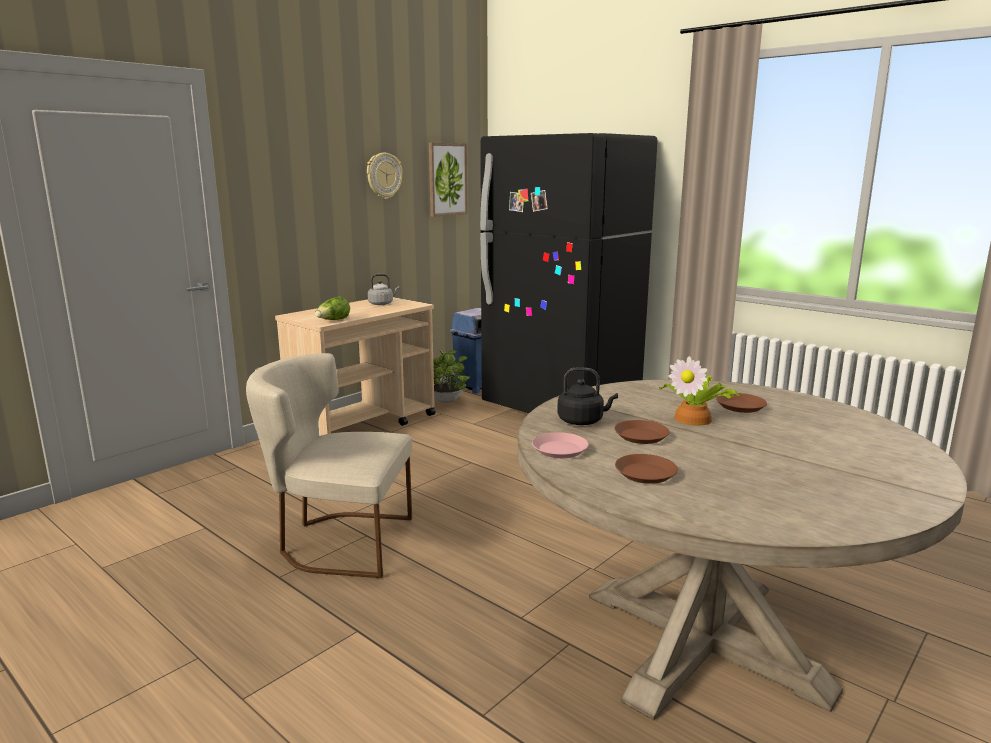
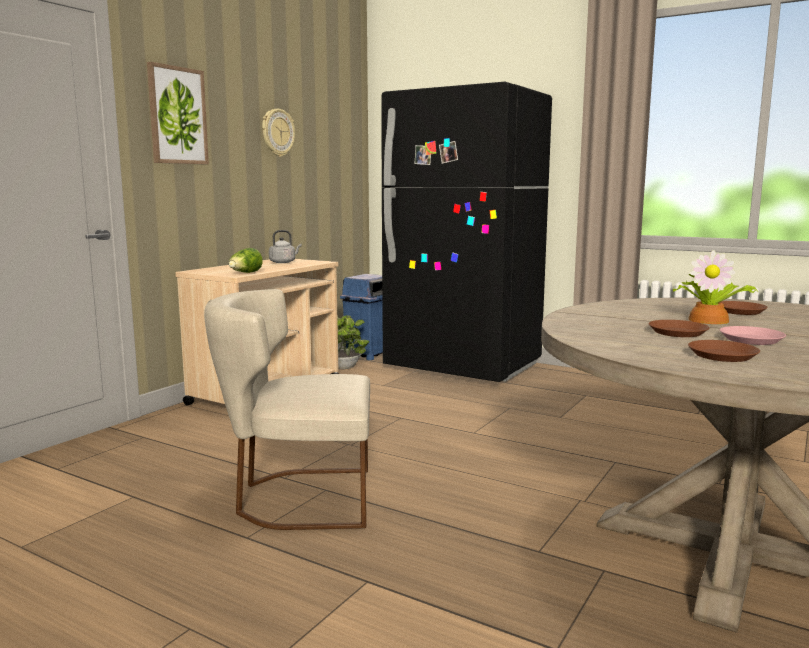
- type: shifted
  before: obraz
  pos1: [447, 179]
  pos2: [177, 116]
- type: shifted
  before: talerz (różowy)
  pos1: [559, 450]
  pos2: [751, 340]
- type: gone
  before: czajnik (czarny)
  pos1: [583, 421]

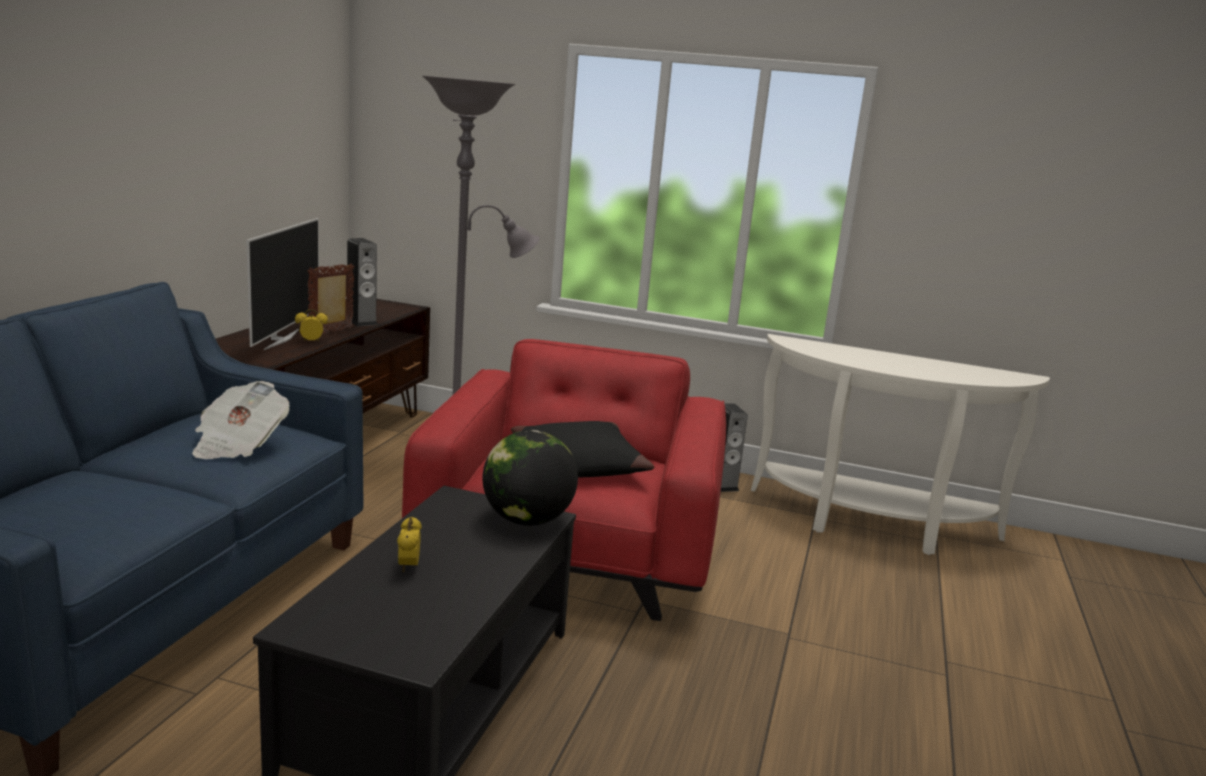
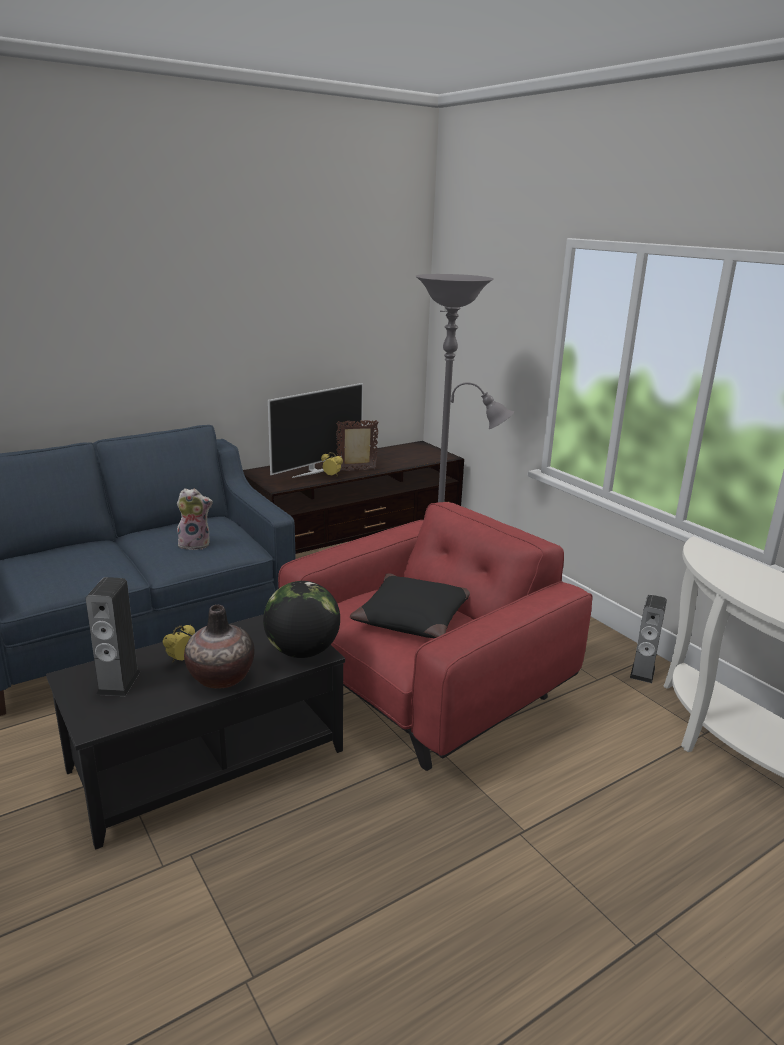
- type: shifted
  before: głośnik
  pos1: [361, 321]
  pos2: [118, 682]
- type: swapped
  before: gazeta
  after: pluszak
  pos1: [238, 445]
  pos2: [195, 544]
- type: new
  after: wazon
  pos2: [221, 677]

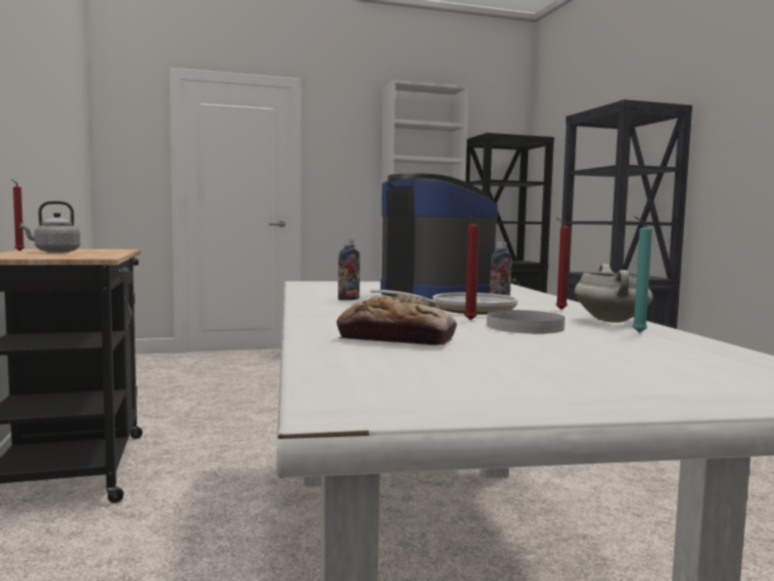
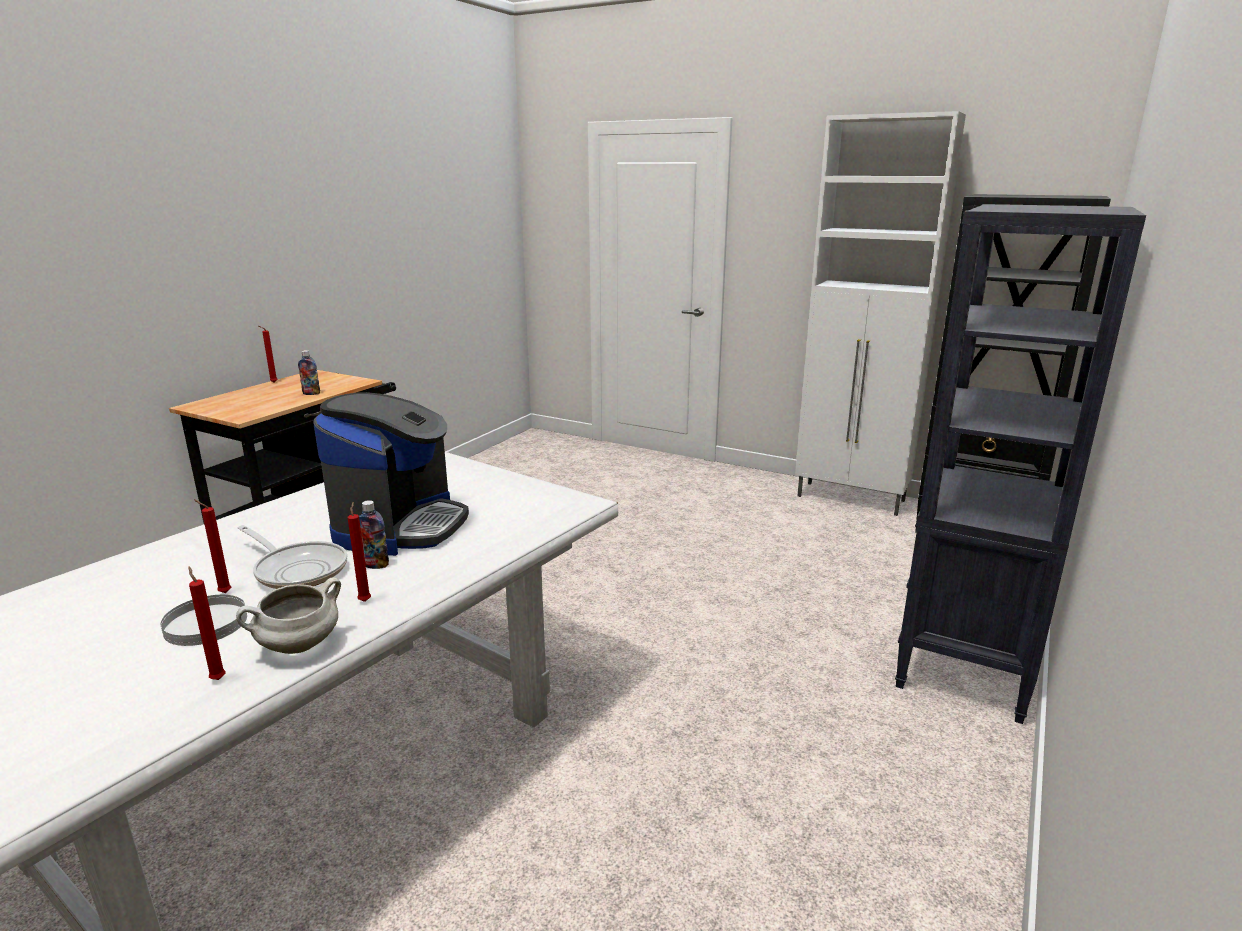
- type: repainted
  before: świeca (turkusowy)
  after: świeca (czerwony)
  pos1: [636, 333]
  pos2: [217, 678]
- type: shifted
  before: butelka
  pos1: [348, 299]
  pos2: [311, 393]
- type: gone
  before: czajnik (szary)
  pos1: [55, 252]
- type: gone
  before: chleb
  pos1: [397, 339]

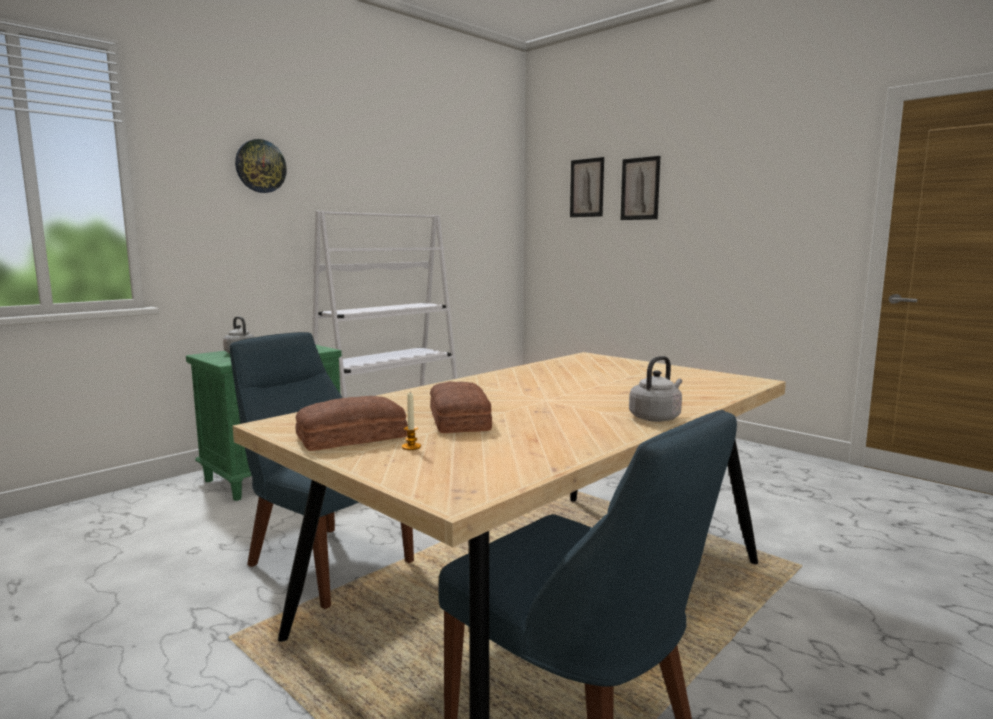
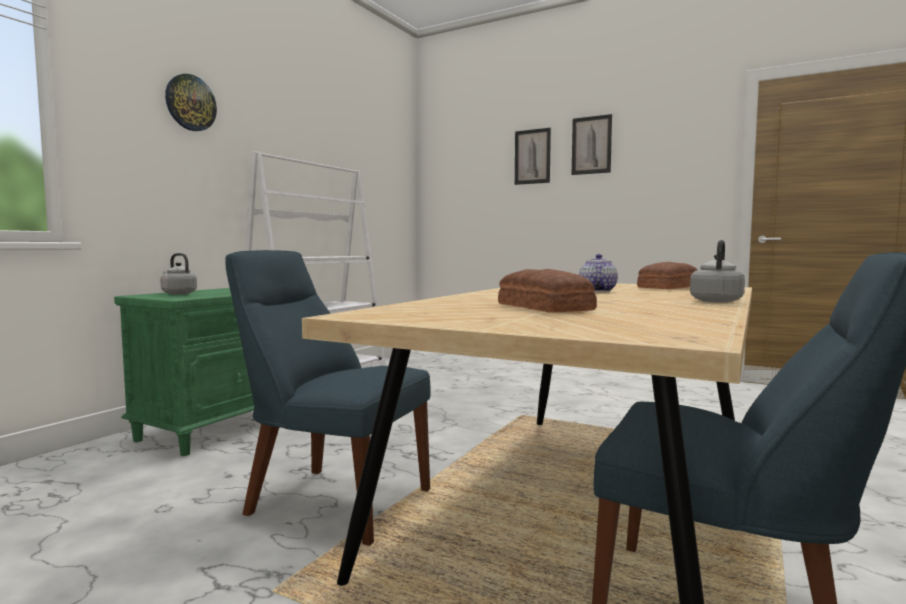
- type: shifted
  before: obraz
  pos1: [587, 188]
  pos2: [591, 145]
- type: new
  after: imbryk
  pos2: [597, 291]
- type: shifted
  before: chleb
  pos1: [350, 437]
  pos2: [666, 287]
- type: gone
  before: świeca
  pos1: [411, 447]

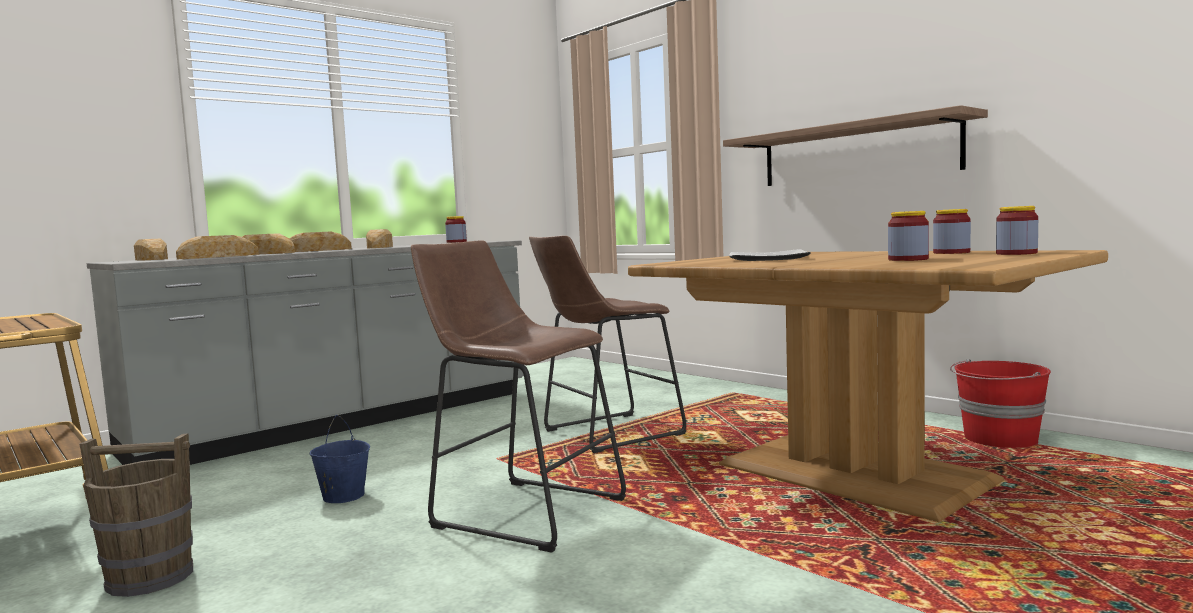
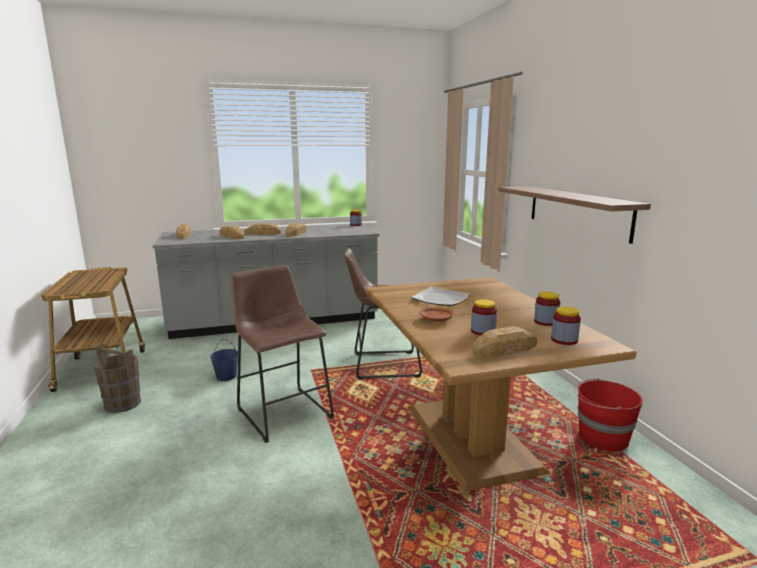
- type: new
  after: talerz (brązowy)
  pos2: [436, 319]
- type: shifted
  before: chleb
  pos1: [218, 257]
  pos2: [505, 349]

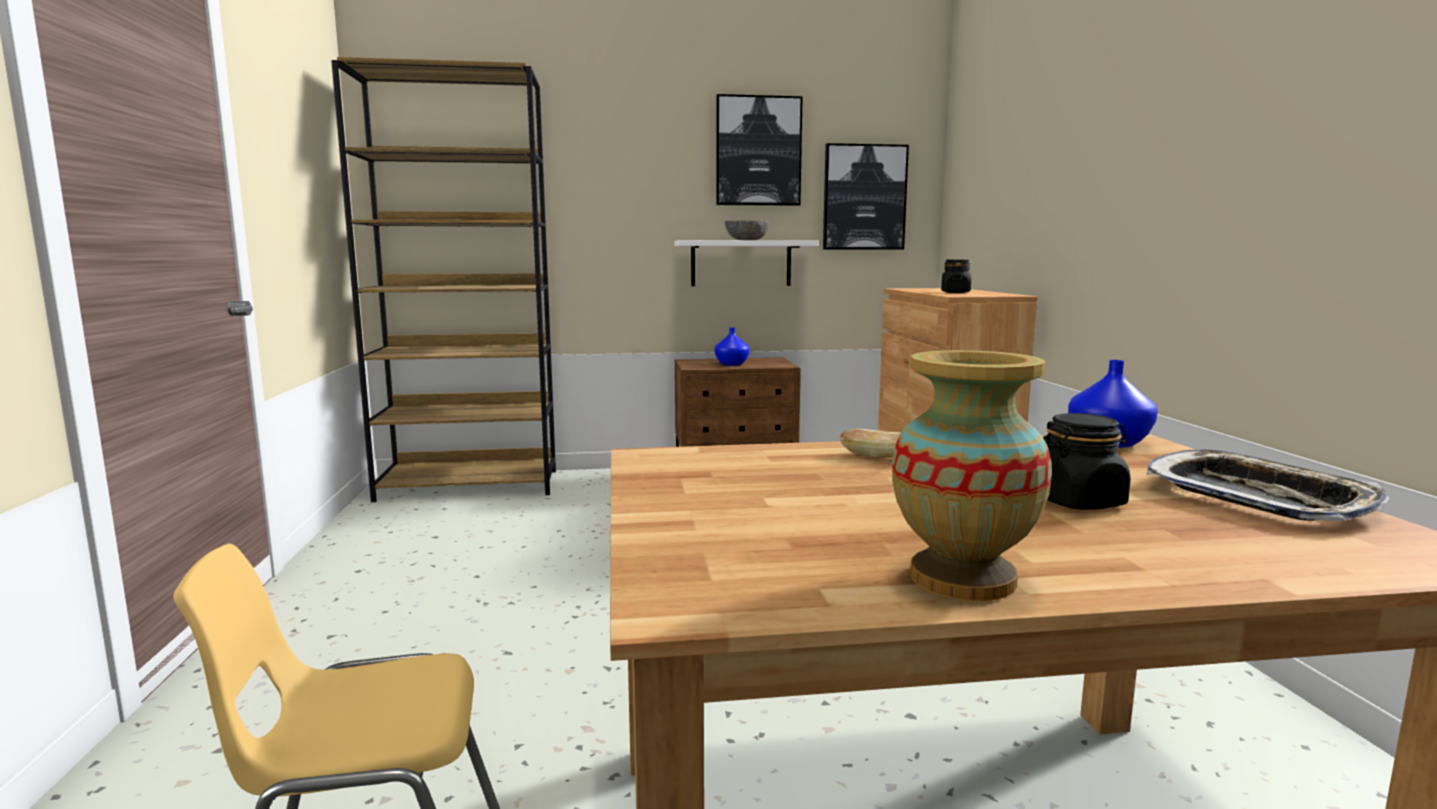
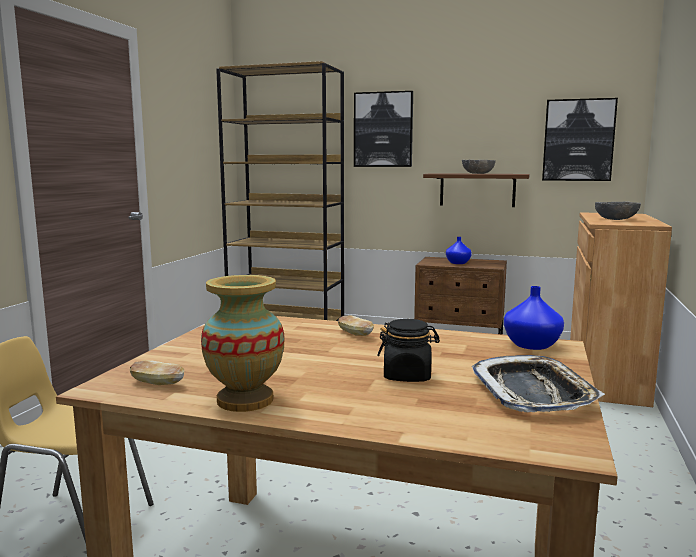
- type: new
  after: chleb
  pos2: [157, 384]
- type: shifted
  before: obraz
  pos1: [758, 151]
  pos2: [383, 129]
- type: repainted
  before: półka (biały)
  after: półka (brązowy)
  pos1: [741, 263]
  pos2: [477, 190]
- type: swapped
  before: słoik (czarny)
  after: miska (szary)
  pos1: [955, 292]
  pos2: [616, 219]

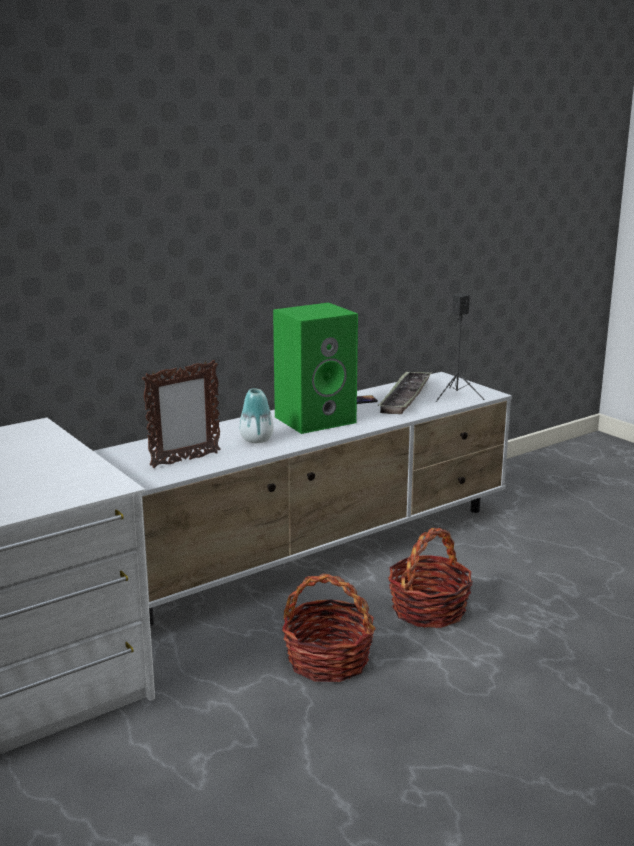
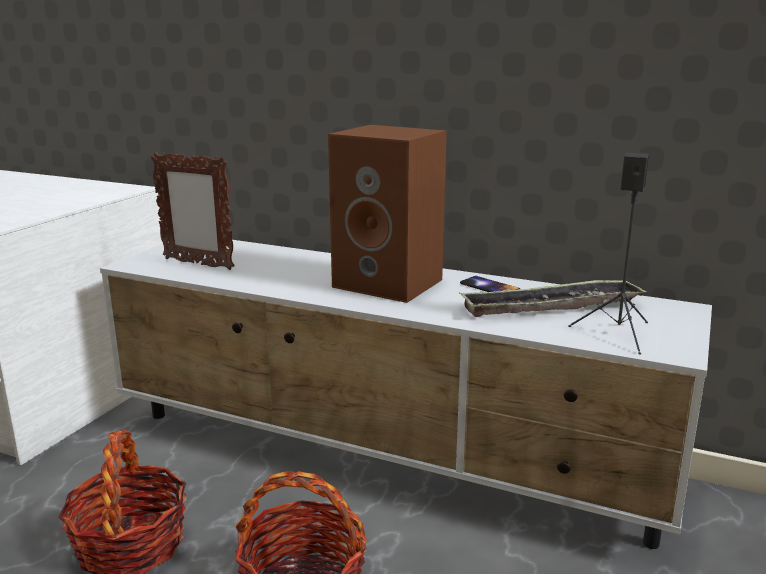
- type: repainted
  before: głośnik (zielony)
  after: głośnik (brązowy)
  pos1: [316, 419]
  pos2: [391, 283]
- type: gone
  before: wazon
  pos1: [256, 440]

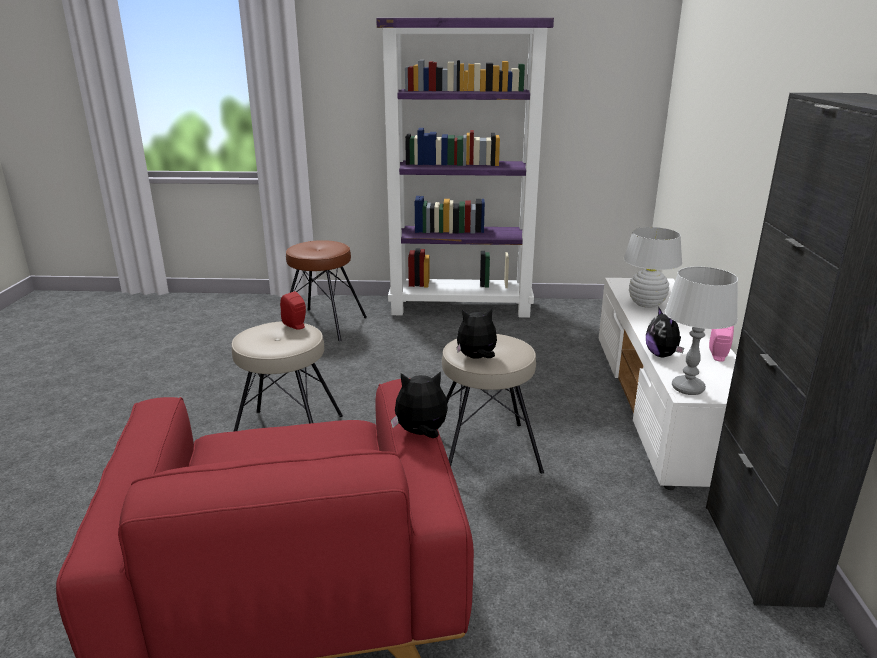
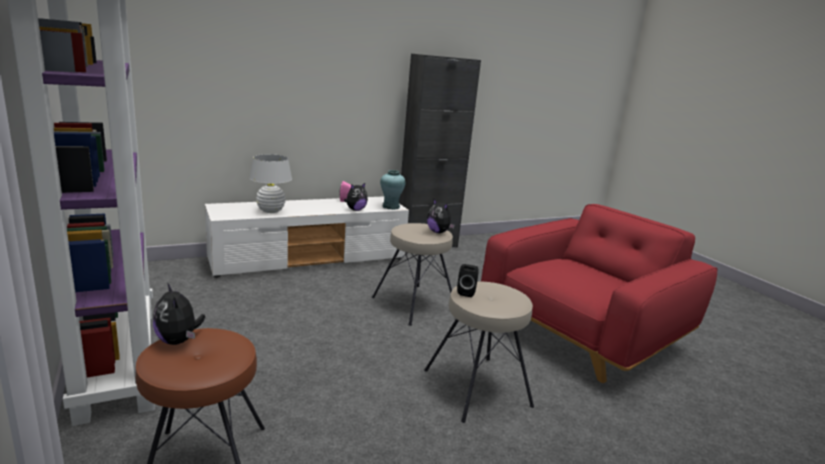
- type: shifted
  before: pluszak
  pos1: [421, 433]
  pos2: [179, 341]
- type: swapped
  before: lampa stołowa (szary)
  after: wazon (turkusowy)
  pos1: [688, 388]
  pos2: [391, 207]
- type: repainted
  before: głośnik (czerwony)
  after: głośnik (czarny)
  pos1: [296, 326]
  pos2: [466, 292]

